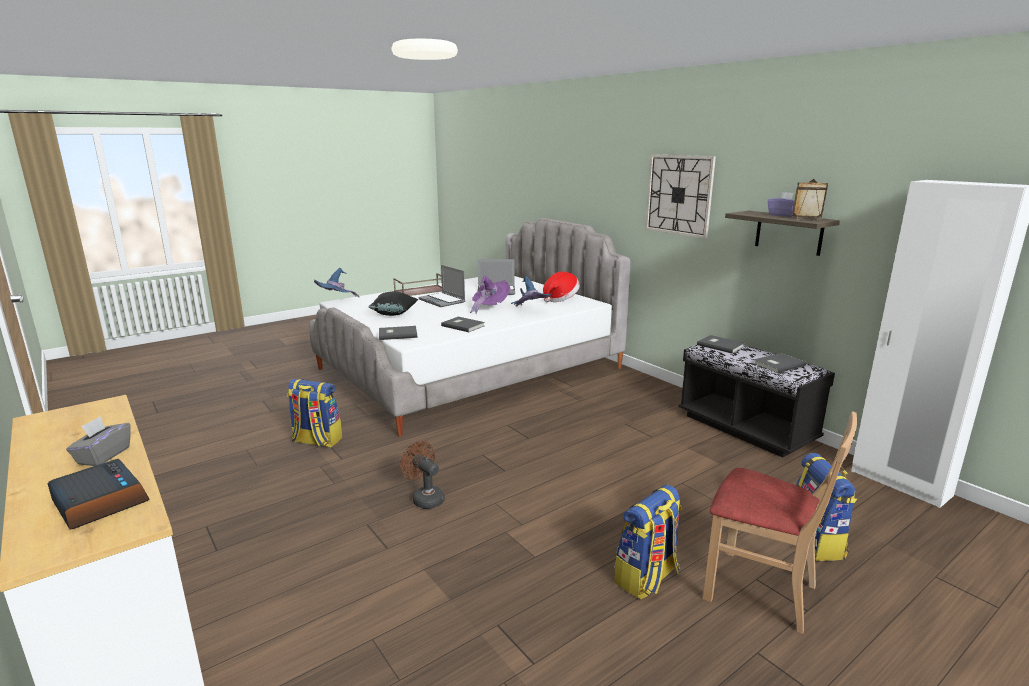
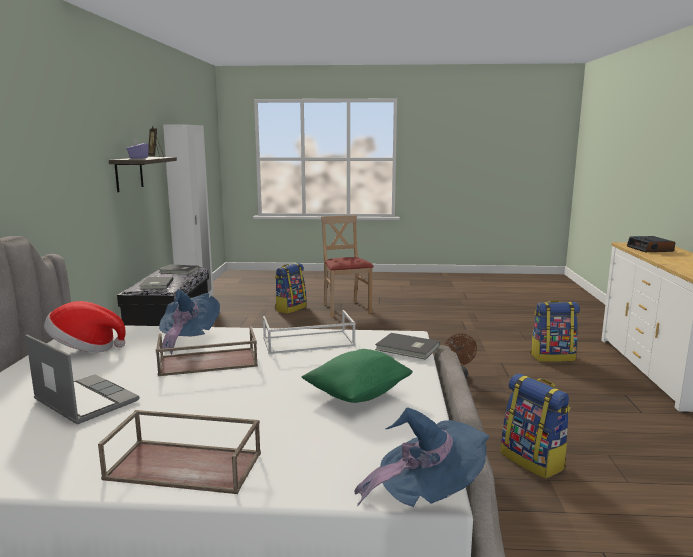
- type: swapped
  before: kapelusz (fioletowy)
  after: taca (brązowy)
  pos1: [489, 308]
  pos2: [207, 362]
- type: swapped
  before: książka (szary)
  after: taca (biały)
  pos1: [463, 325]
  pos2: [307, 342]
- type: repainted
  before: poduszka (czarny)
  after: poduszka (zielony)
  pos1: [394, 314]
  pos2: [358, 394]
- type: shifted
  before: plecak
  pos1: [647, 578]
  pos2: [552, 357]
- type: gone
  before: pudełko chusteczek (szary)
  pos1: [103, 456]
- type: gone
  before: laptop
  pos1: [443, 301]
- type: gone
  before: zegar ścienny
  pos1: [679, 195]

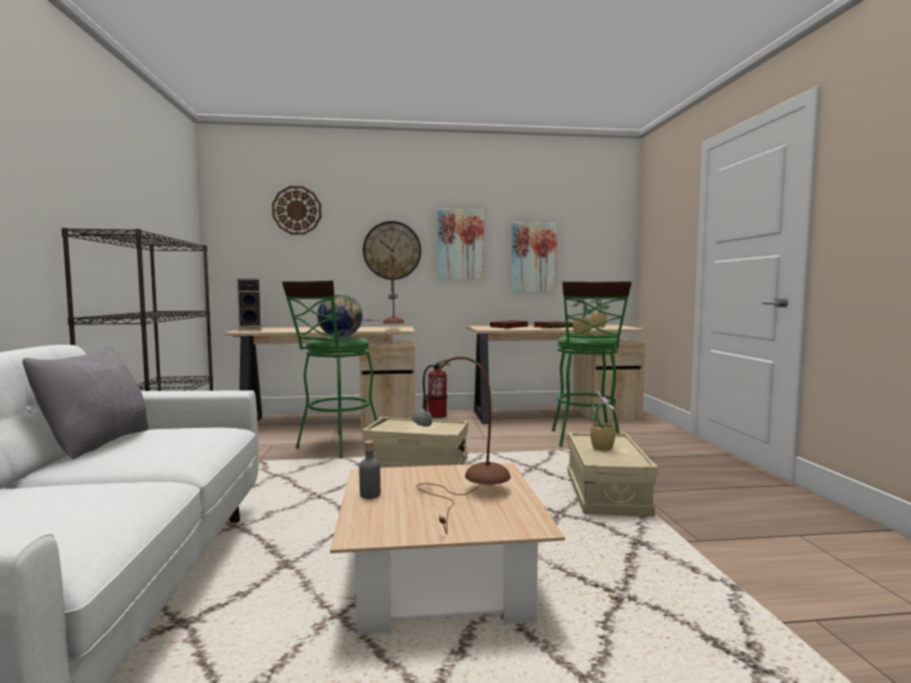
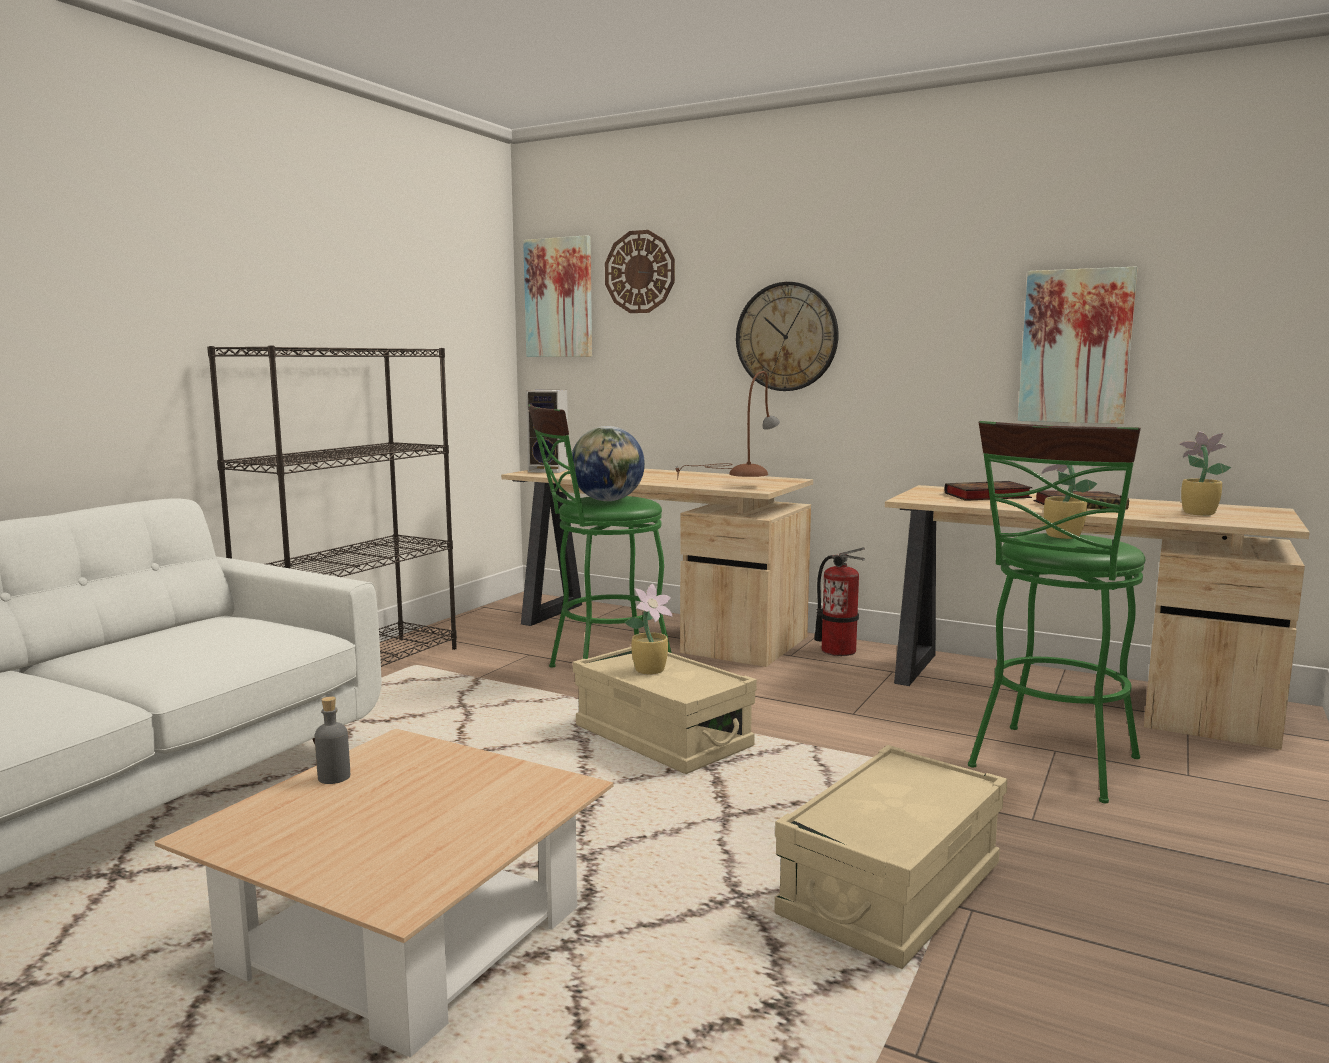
- type: shifted
  before: obraz
  pos1: [460, 245]
  pos2: [559, 298]
- type: shifted
  before: roślina doniczkowa
  pos1: [602, 448]
  pos2: [651, 670]
- type: gone
  before: poduszka (szary)
  pos1: [98, 443]
- type: gone
  before: lampa stołowa (brązowy)
  pos1: [464, 495]

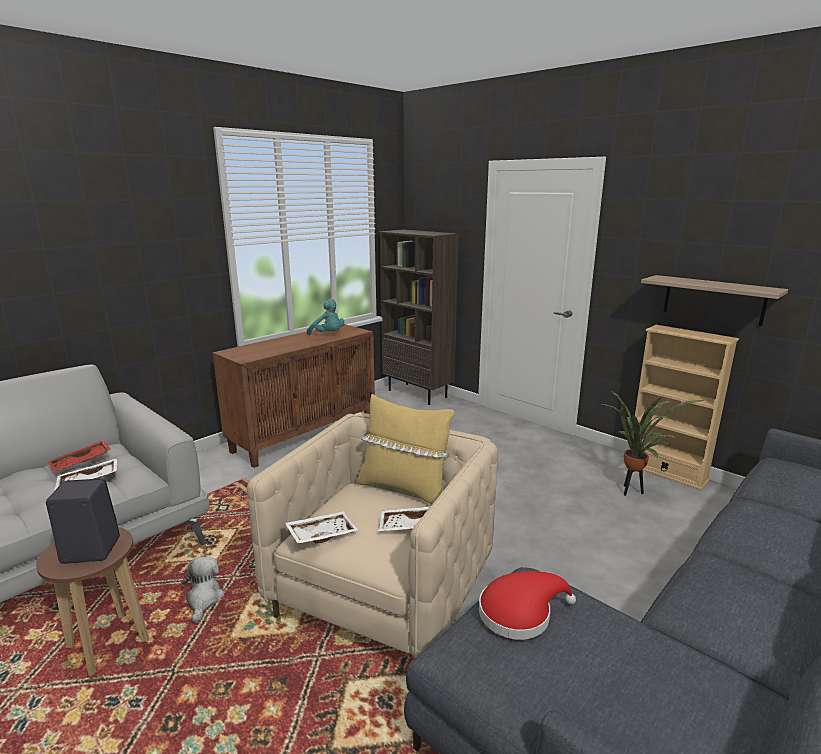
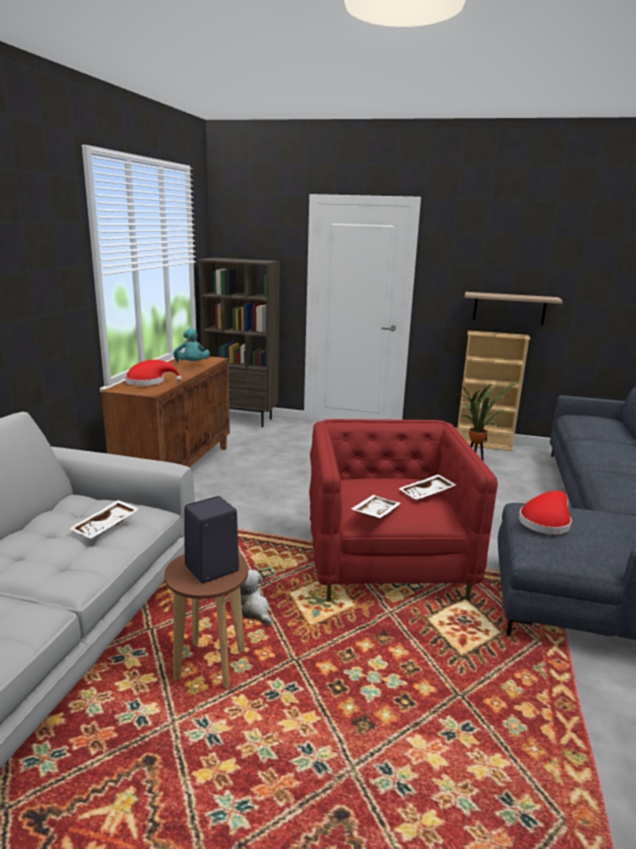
- type: new
  after: kapelusz (czerwony)
  pos2: [149, 382]
- type: rotated
  before: pluszak (turkusowy)
  pos1: [328, 335]
  pos2: [192, 364]
  turn: 60
- type: repainted
  before: fotel (beżowy)
  after: fotel (czerwony)
  pos1: [383, 592]
  pos2: [386, 562]
- type: gone
  before: taca (czerwony)
  pos1: [81, 462]
- type: gone
  before: poduszka (żółty)
  pos1: [404, 488]

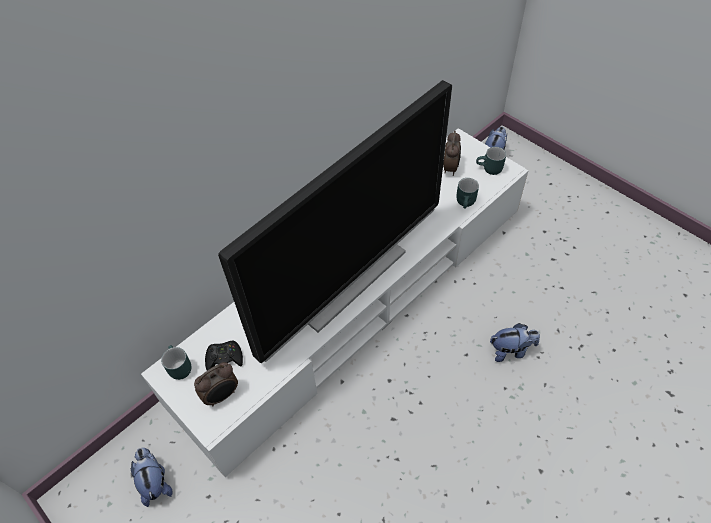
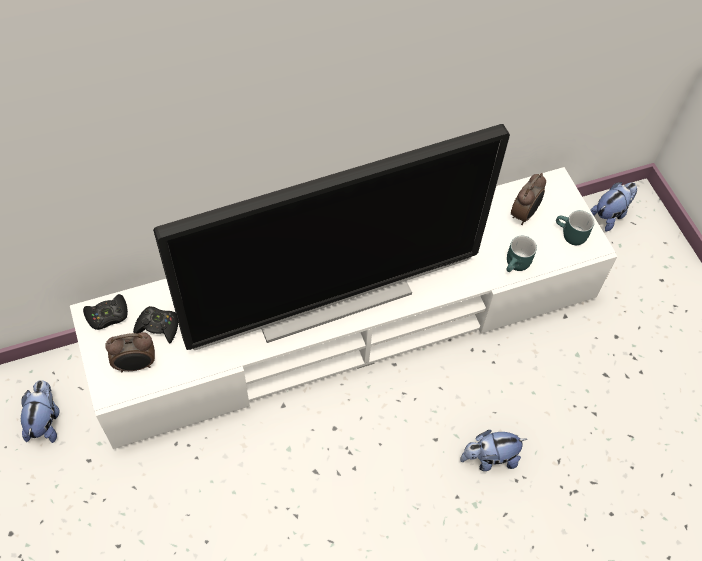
- type: swapped
  before: kubek (turkusowy)
  after: pad do gier (czarny)
  pos1: [177, 367]
  pos2: [107, 315]
- type: rotated
  before: pluszak
  pos1: [511, 350]
  pos2: [489, 458]
  turn: 150

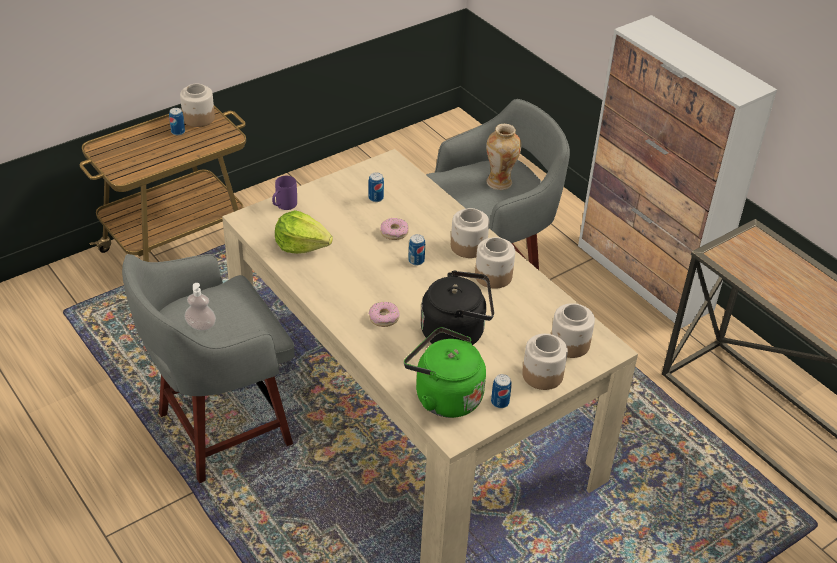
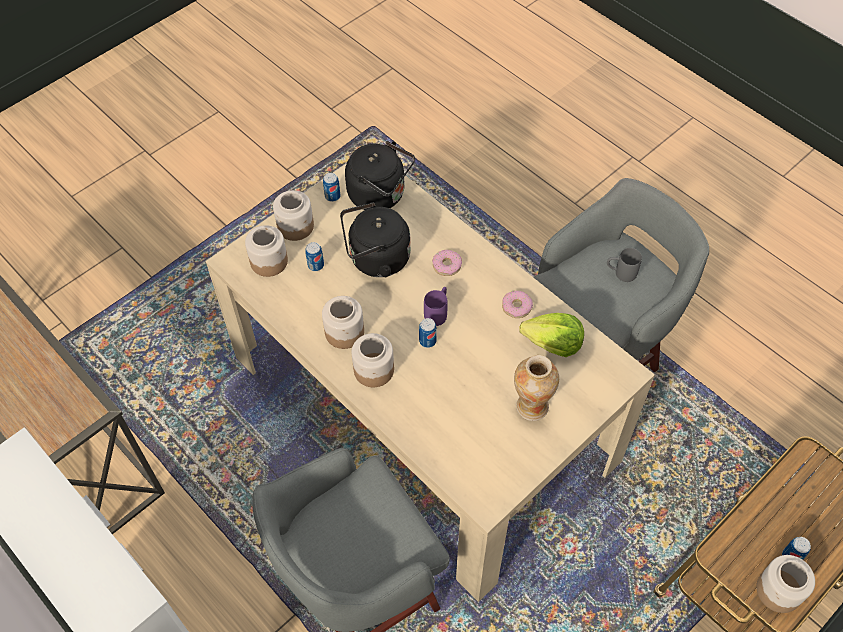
- type: shifted
  before: puszka
  pos1: [376, 198]
  pos2: [316, 265]
- type: repainted
  before: czajnik (zielony)
  after: czajnik (czarny)
  pos1: [444, 396]
  pos2: [380, 195]
- type: shifted
  before: kubek (fioletowy)
  pos1: [283, 206]
  pos2: [438, 312]
- type: shifted
  before: donut
  pos1: [394, 232]
  pos2: [516, 307]
- type: shifted
  before: wazon
  pos1: [499, 182]
  pos2: [531, 407]
- type: swapped
  before: dozownik mydła
  after: kubek (szary)
  pos1: [201, 325]
  pos2: [620, 273]

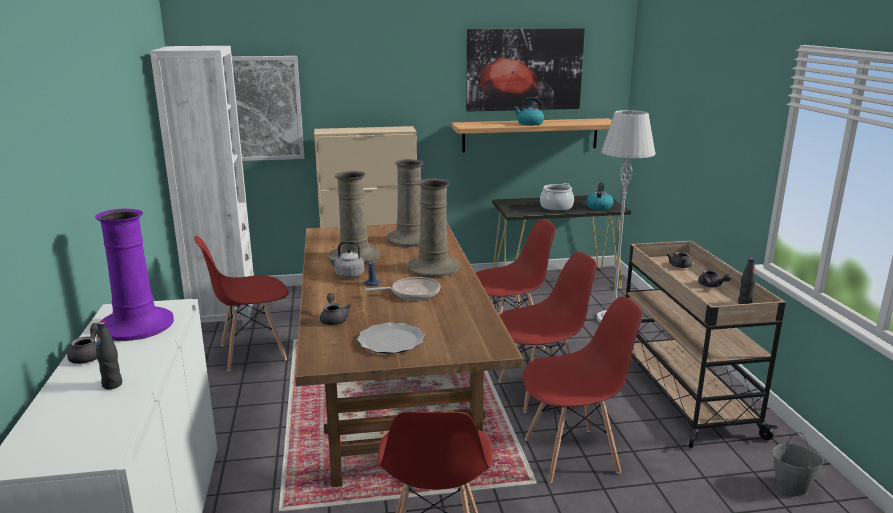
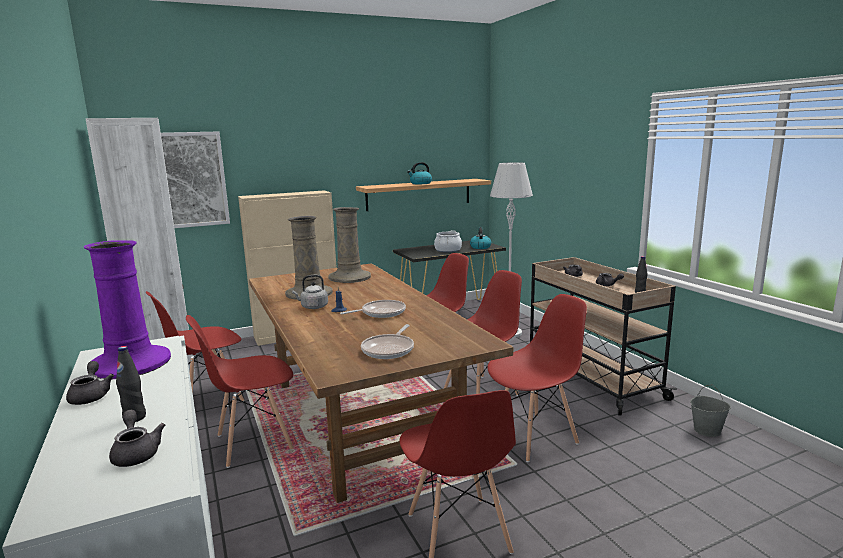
- type: shifted
  before: imbryk (szary)
  pos1: [334, 319]
  pos2: [136, 453]
- type: new
  after: krzesło (czerwony)
  pos2: [253, 442]
- type: swapped
  before: talerz
  after: patelnia
  pos1: [391, 341]
  pos2: [389, 349]
- type: gone
  before: wazon (beżowy)
  pos1: [433, 267]
- type: gone
  before: obraz
  pos1: [524, 69]

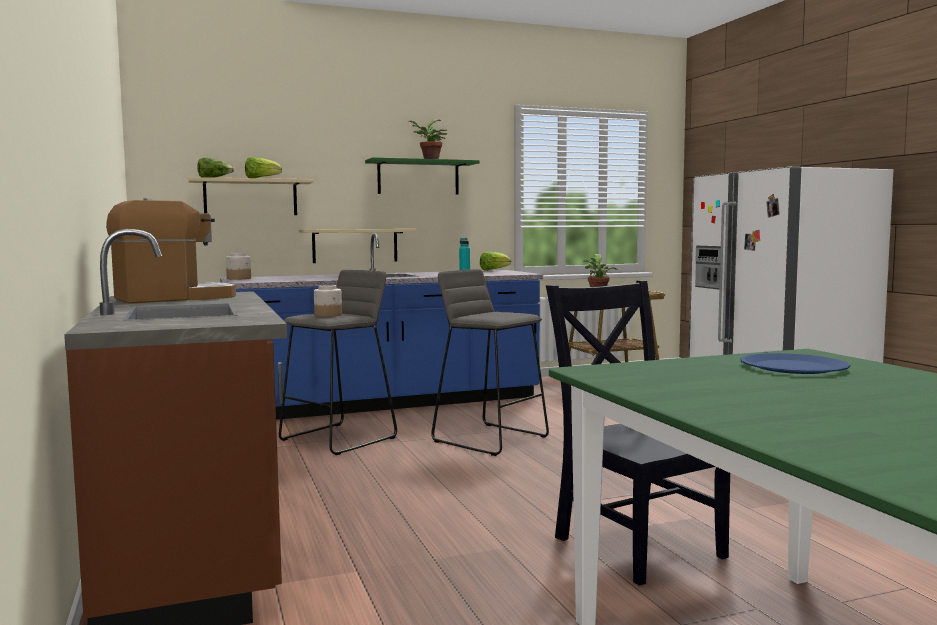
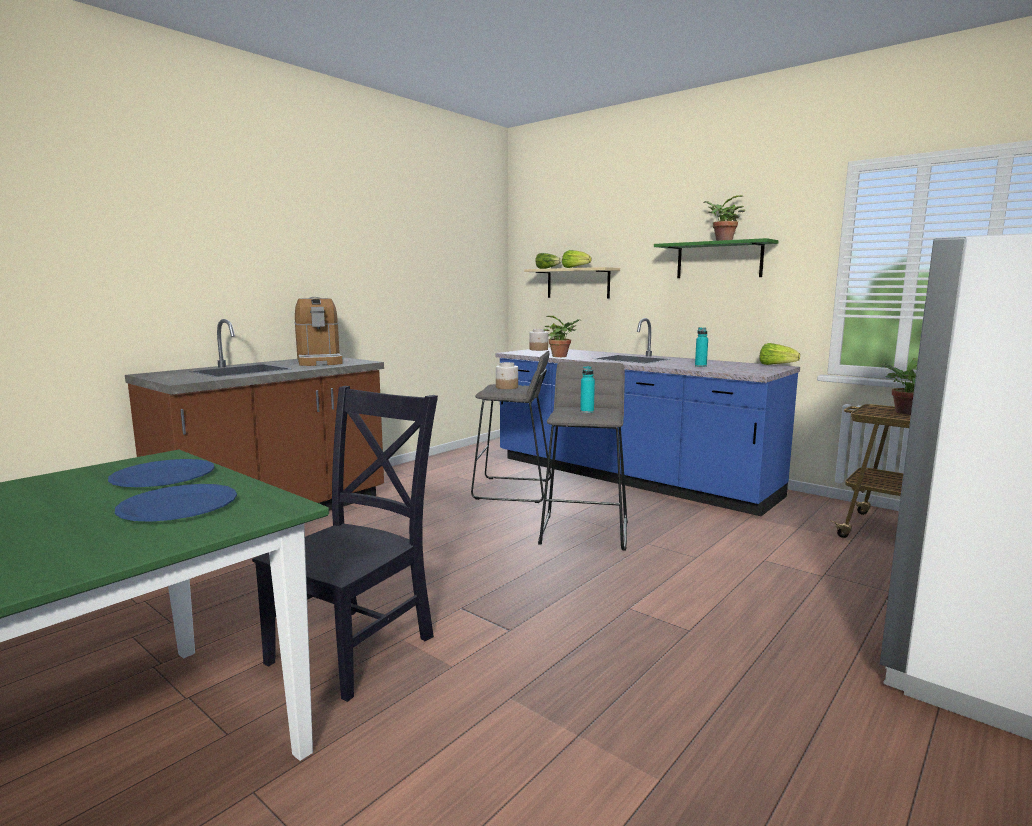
- type: new
  after: talerz (niebieski)
  pos2: [163, 476]
- type: rotated
  before: ekspres do kawy
  pos1: [174, 298]
  pos2: [319, 361]
  turn: 45
- type: new
  after: roślina doniczkowa
  pos2: [561, 356]
- type: new
  after: butelka (turkusowy)
  pos2: [587, 411]
- type: gone
  before: półka (beżowy)
  pos1: [355, 245]

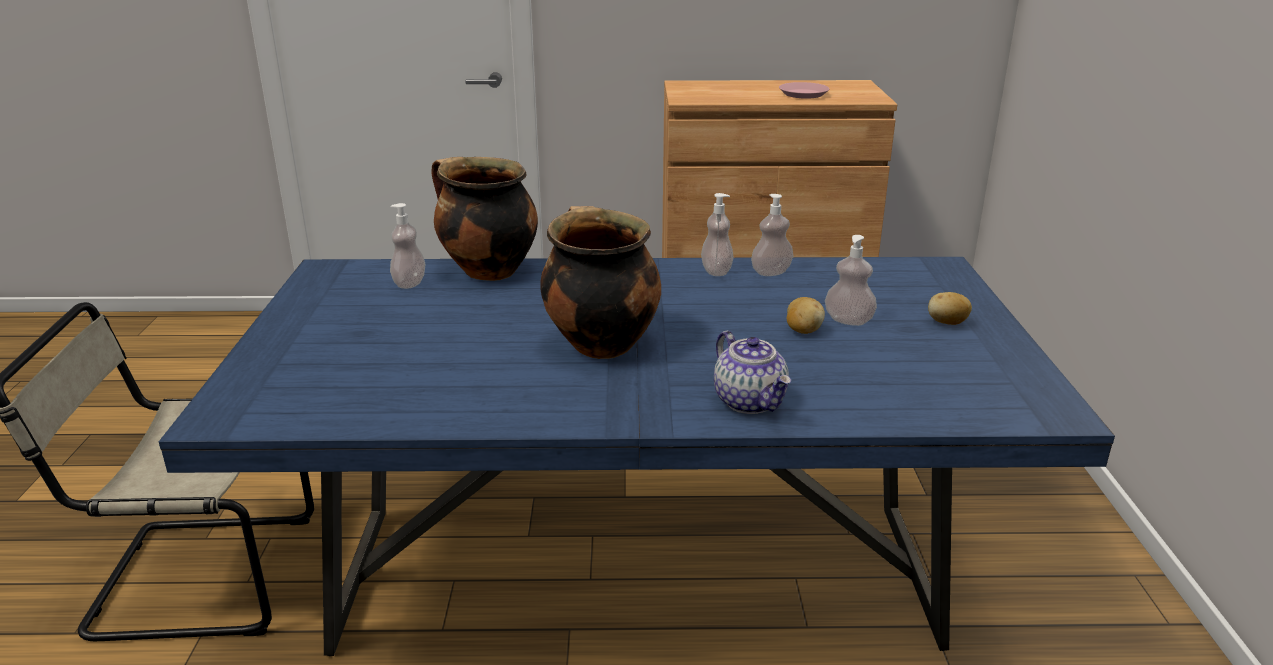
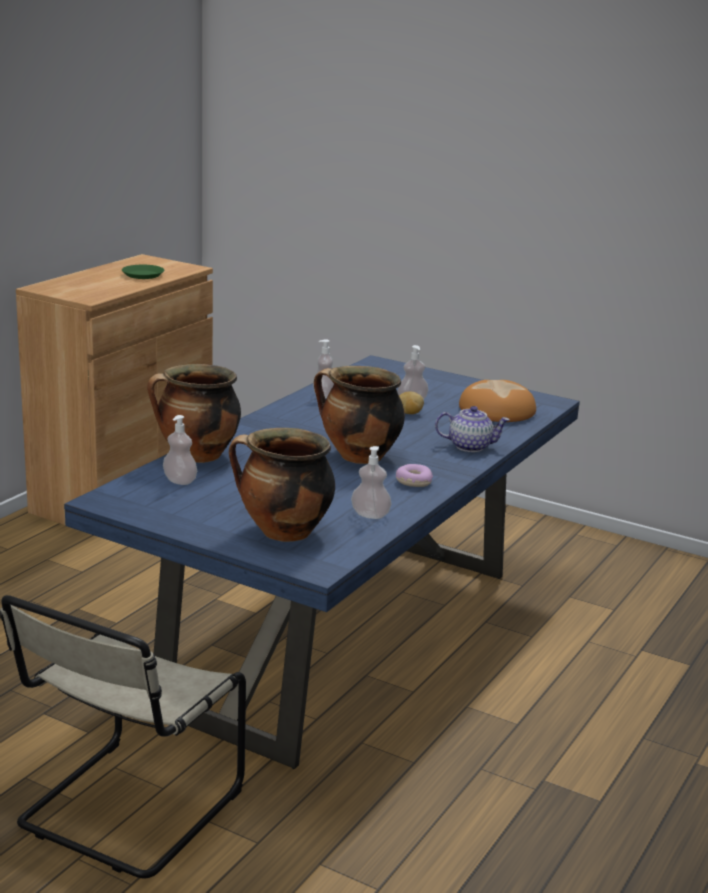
- type: repainted
  before: talerz (różowy)
  after: talerz (zielony)
  pos1: [803, 94]
  pos2: [143, 275]
- type: new
  after: garnek
  pos2: [282, 533]
- type: shifted
  before: dozownik mydła
  pos1: [716, 271]
  pos2: [370, 515]
- type: new
  after: donut
  pos2: [413, 481]
- type: new
  after: chleb
  pos2: [497, 410]
- type: gone
  before: ziemniak
  pos1: [947, 323]

